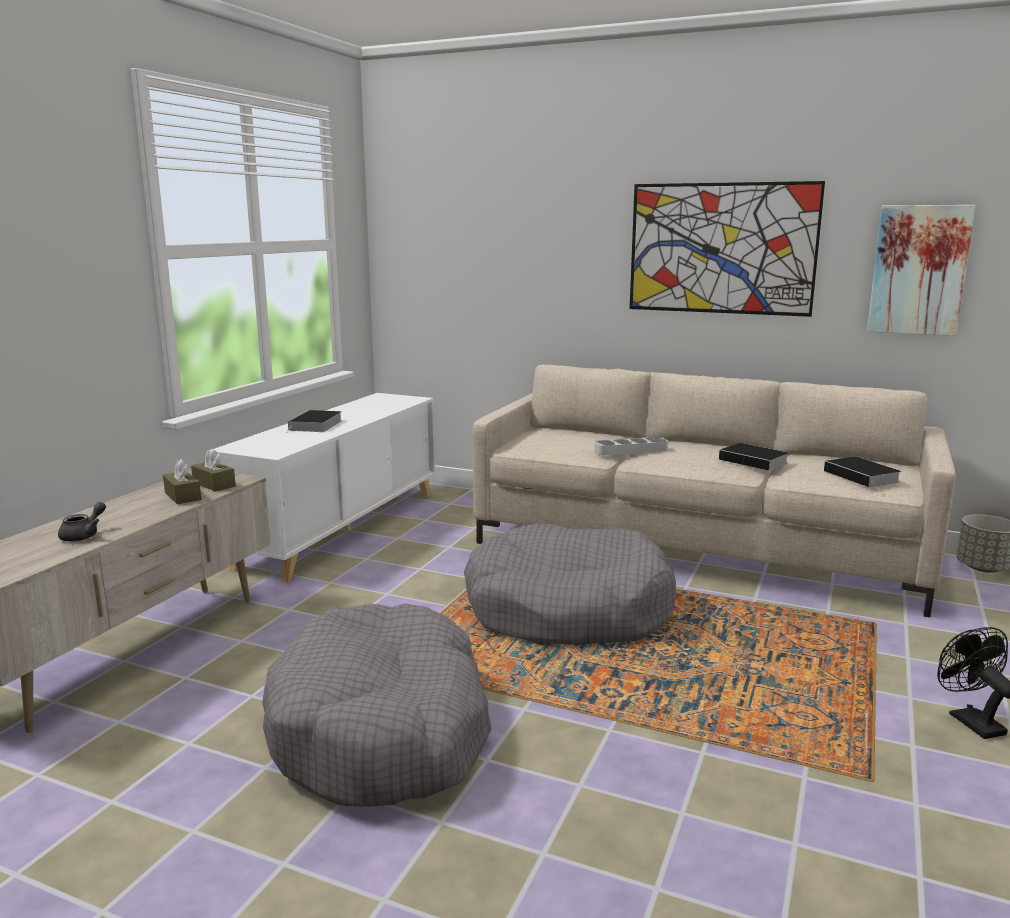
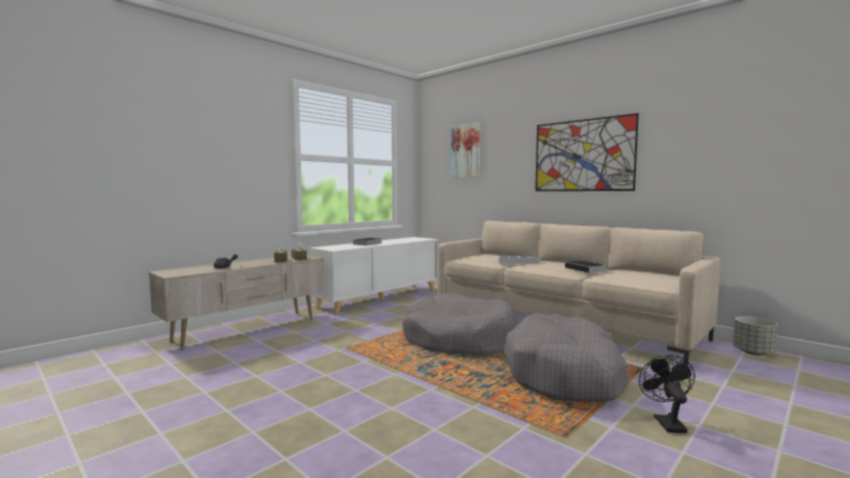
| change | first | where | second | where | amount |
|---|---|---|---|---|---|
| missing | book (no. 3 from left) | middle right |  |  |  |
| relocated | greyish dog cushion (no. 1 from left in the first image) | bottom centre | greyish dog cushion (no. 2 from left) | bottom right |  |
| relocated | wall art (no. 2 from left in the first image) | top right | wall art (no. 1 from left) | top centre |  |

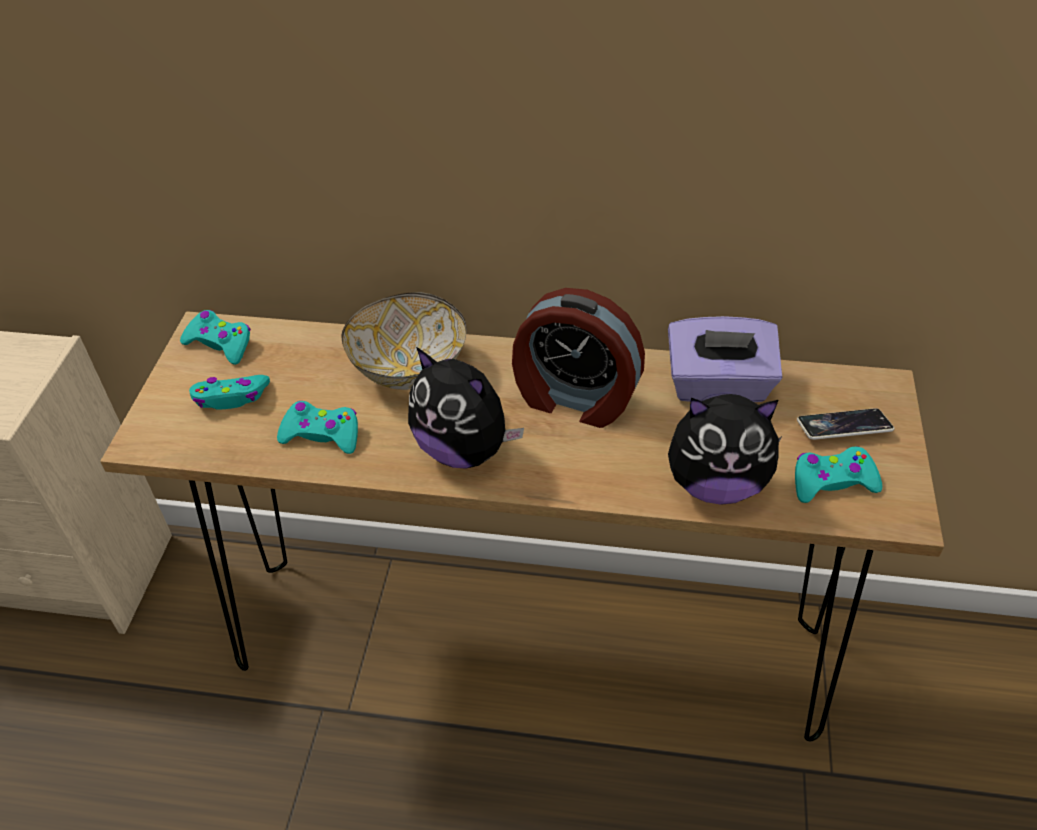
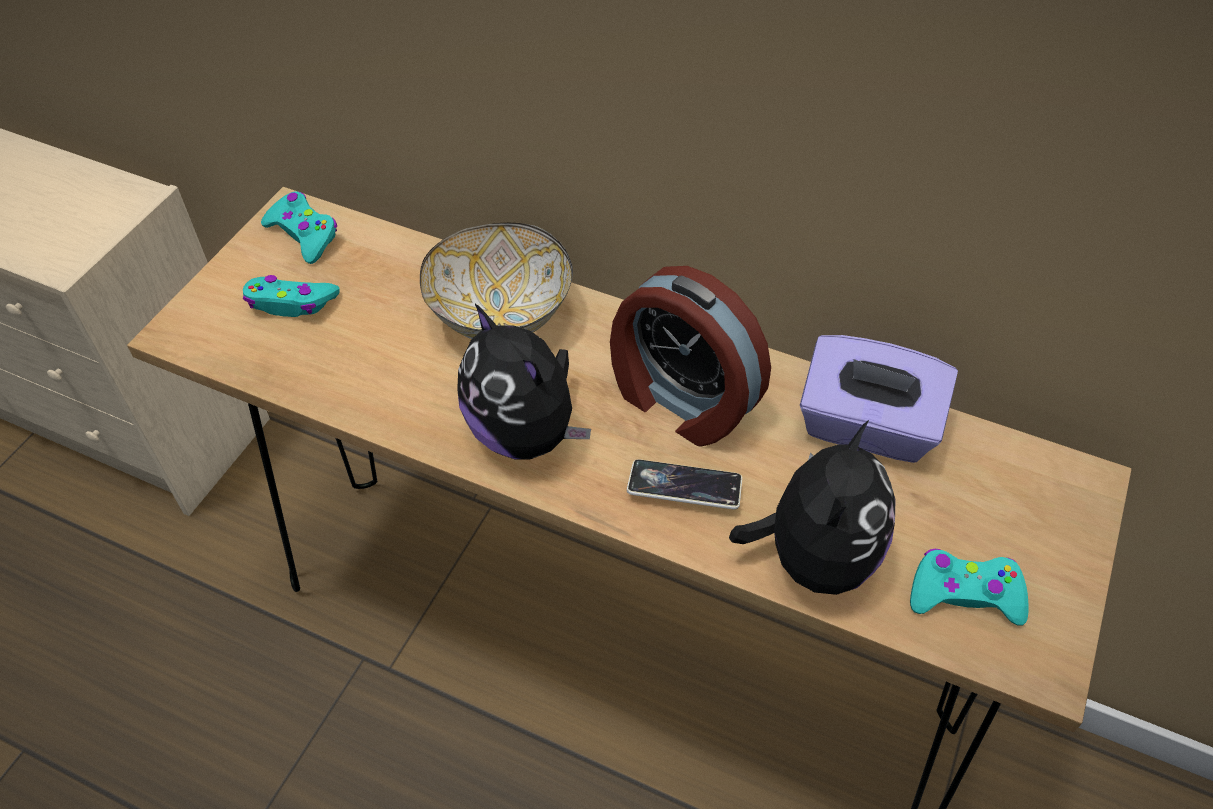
| change | first | where | second | where | amount |
|---|---|---|---|---|---|
| missing | blue-green game controller (no. 3 from left) | middle left |  |  |  |
| relocated | telephone | middle right |  | centre |  |
| spun | cuddly toy (no. 2 from left) | middle right |  | middle right | 90 degrees counterclockwise |

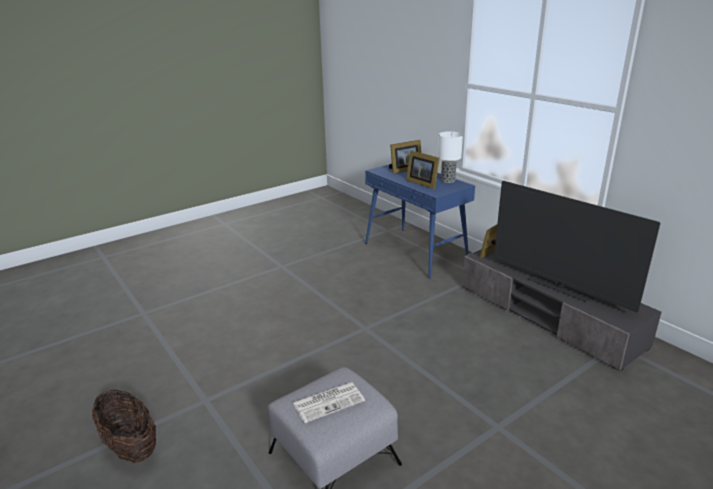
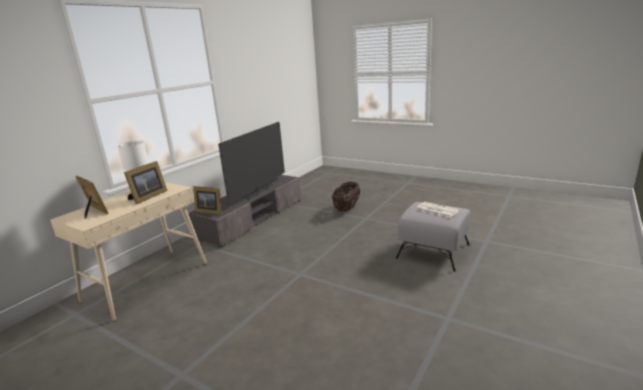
| change | first | where | second | where | amount |
|---|---|---|---|---|---|
| relocated | household basket | bottom left |  | centre |  |
| colour | bluish narrow table | centre | beige-coloured narrow table | middle left |  |

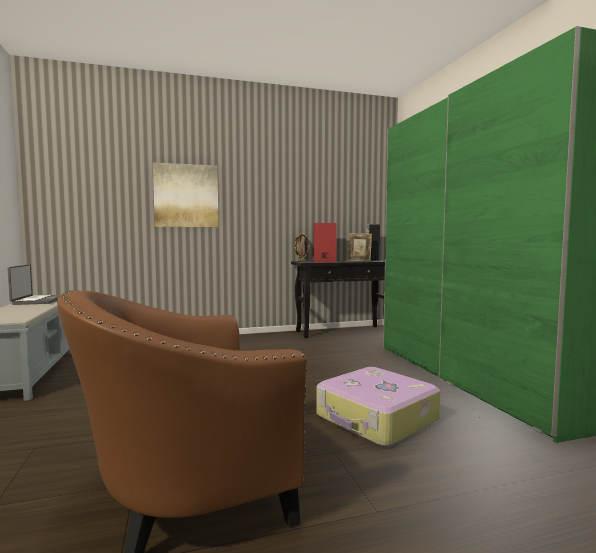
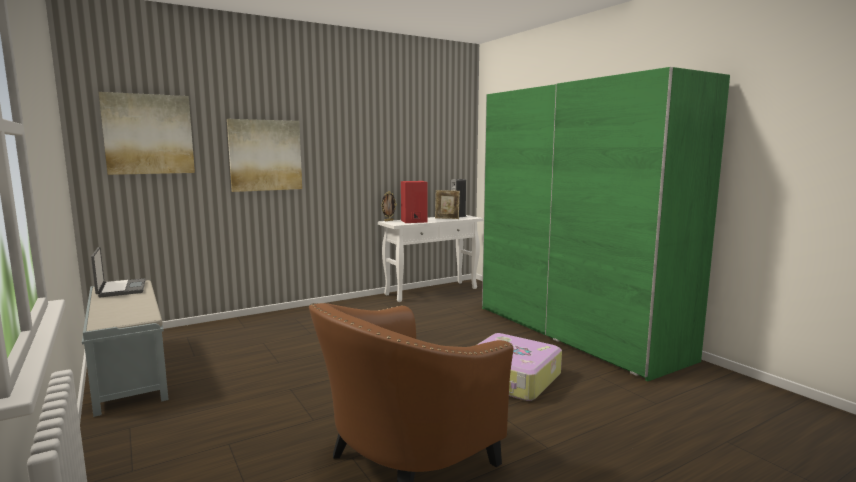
| change | first | where | second | where | amount |
|---|---|---|---|---|---|
| appeared |  |  | wall art (no. 1 from left) | top left |  |
| colour | blackish narrow table | centre | white narrow table | centre |  |

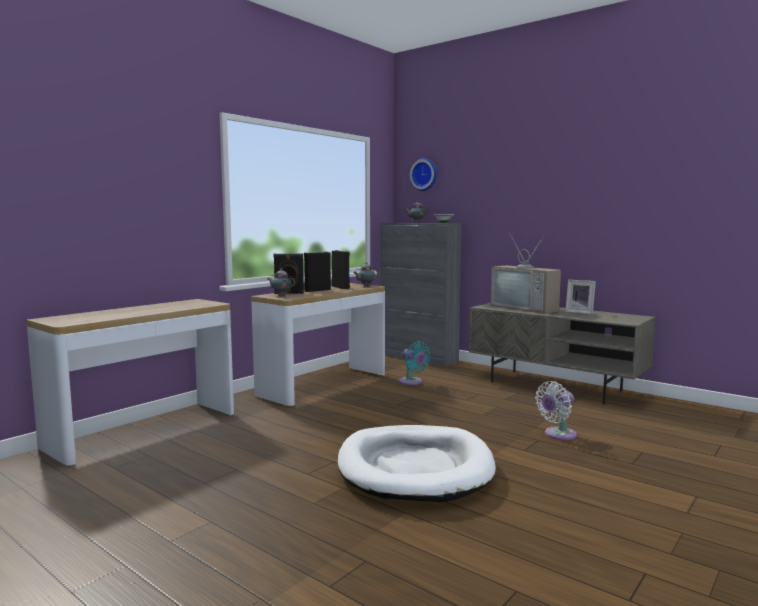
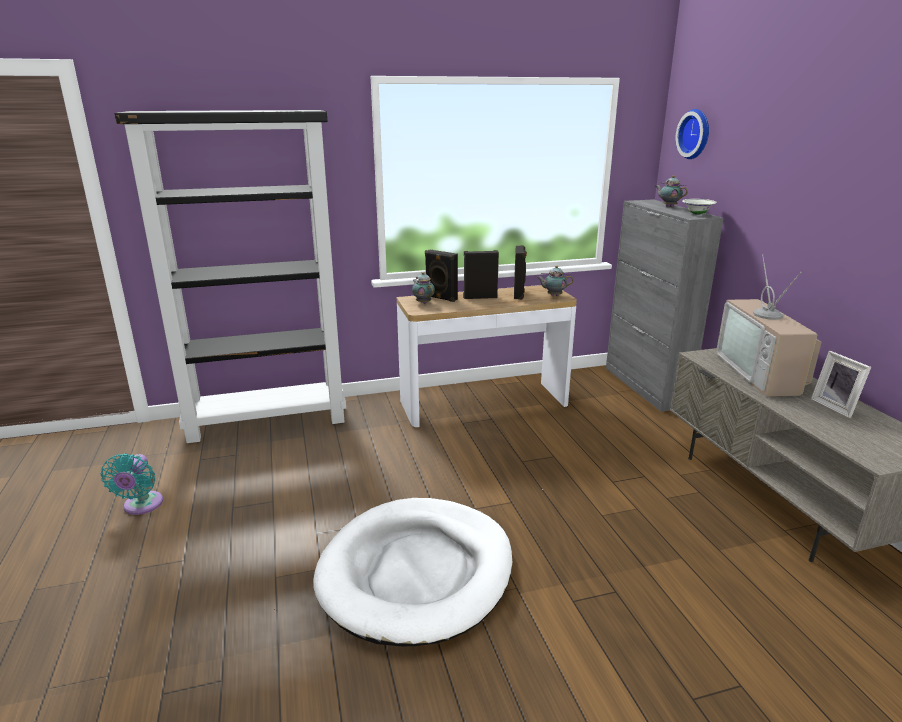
| change | first | where | second | where | amount |
|---|---|---|---|---|---|
| missing | white fan | bottom right |  |  |  |
| relocated | blue-green fan | centre |  | bottom left |  |
| exchanged | narrow table (no. 1 from left) | middle left | blackish bookcase | middle left |  |

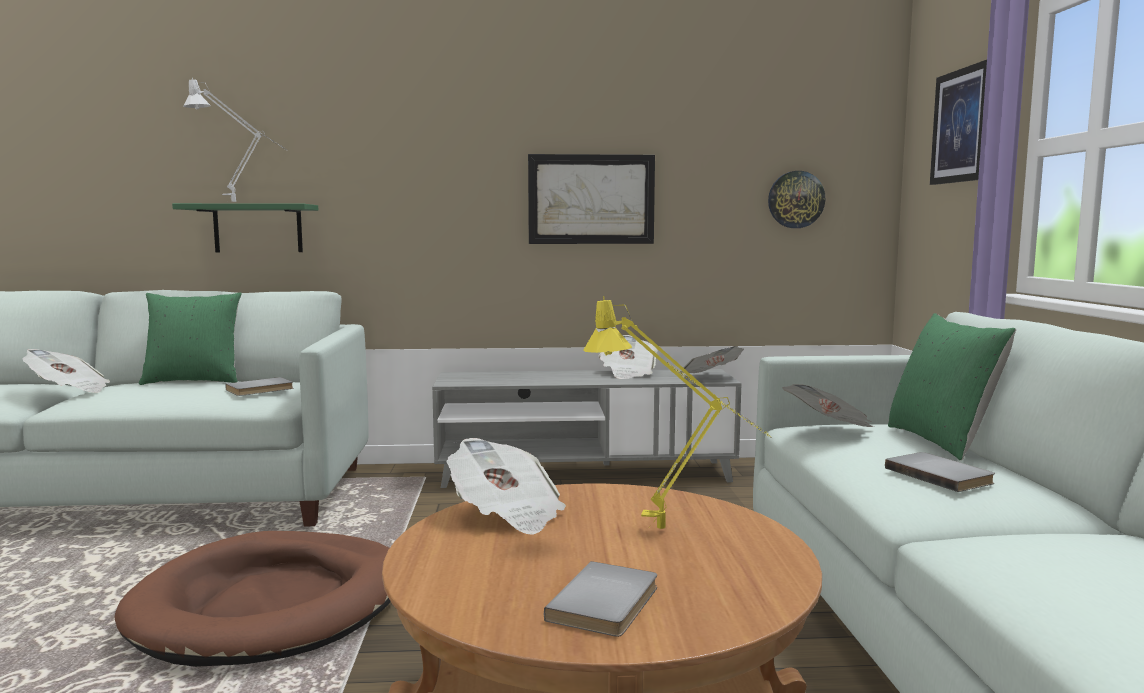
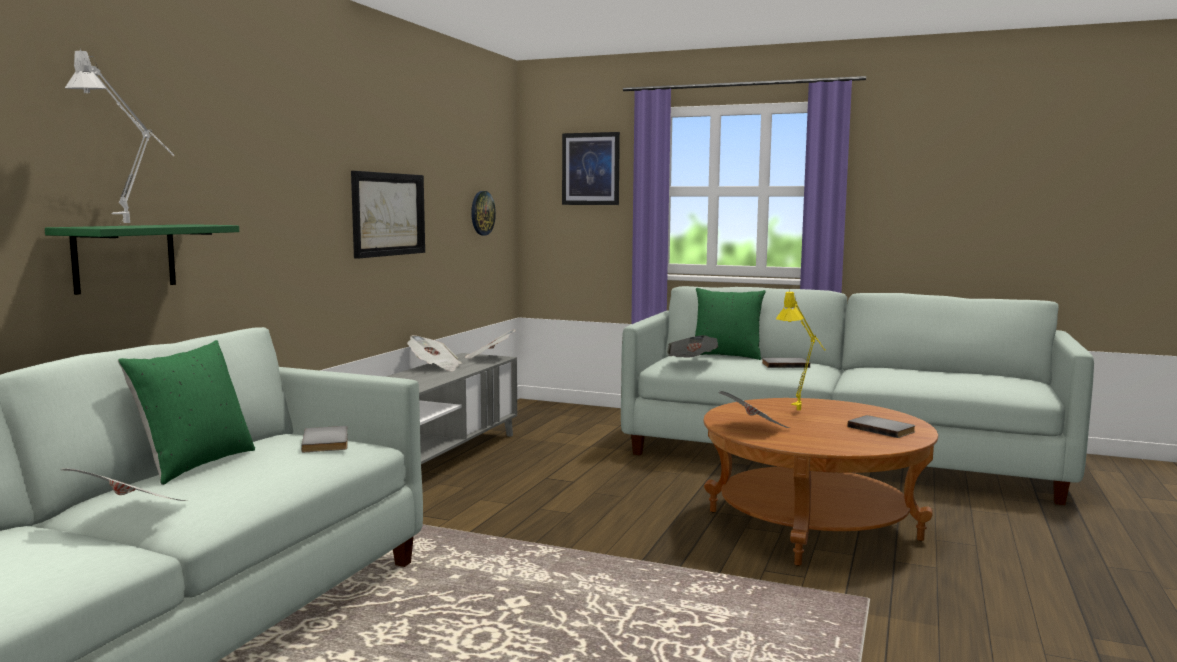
| change | first | where | second | where | amount |
|---|---|---|---|---|---|
| missing | brown-coloured dog cushion | bottom left |  |  |  |

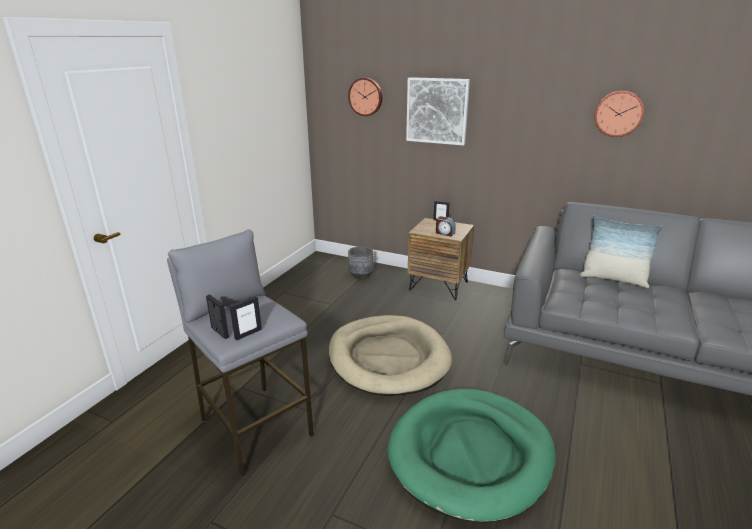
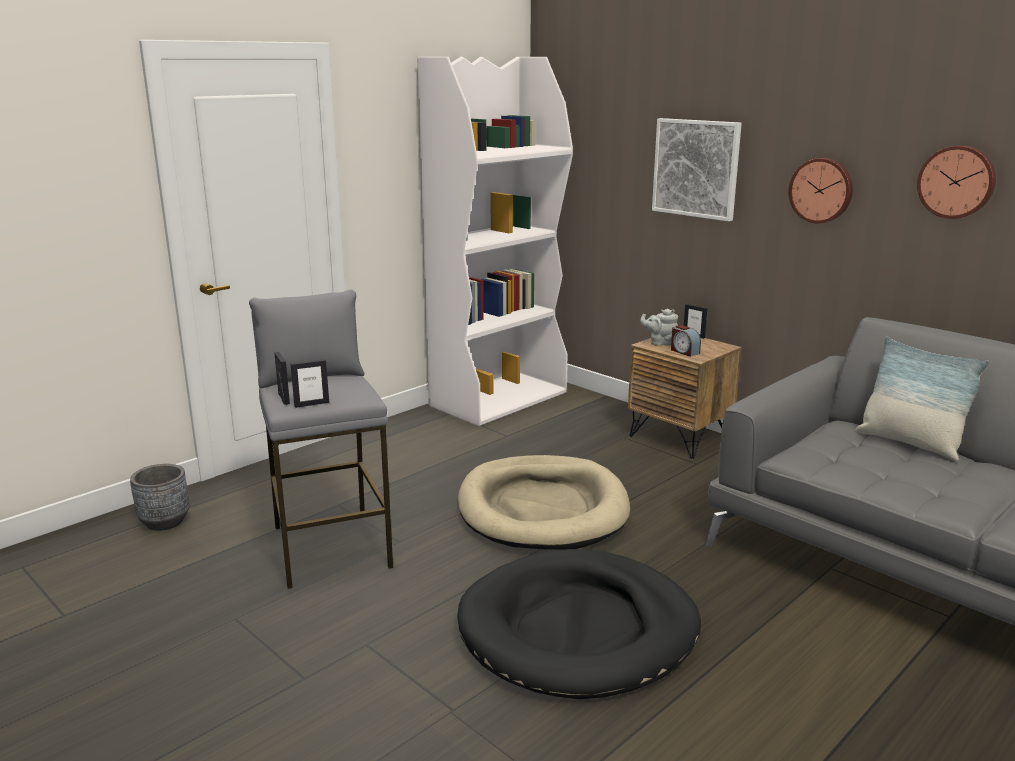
| change | first | where | second | where | amount |
|---|---|---|---|---|---|
| appeared |  |  | white bookcase | top centre |  |
| appeared |  |  | greyish pot for tea | centre |  |
| relocated | wall clock (no. 1 from left) | top centre |  | top right |  |
| relocated | greyish flower pot | centre |  | middle left |  |
| colour | greenish dog cushion | bottom centre | blackish dog cushion | bottom centre |  |

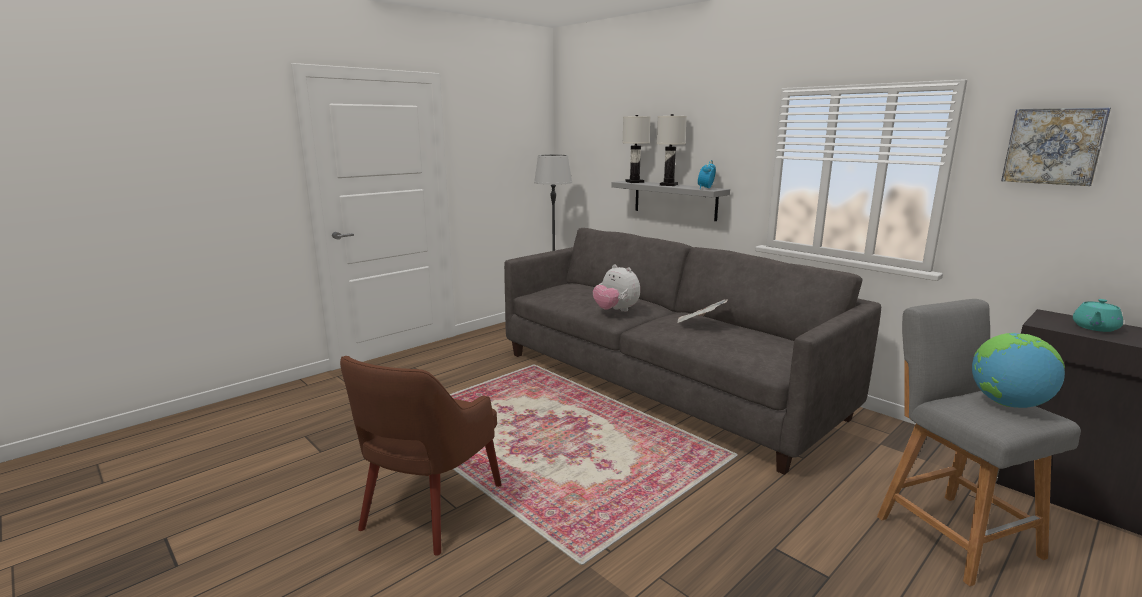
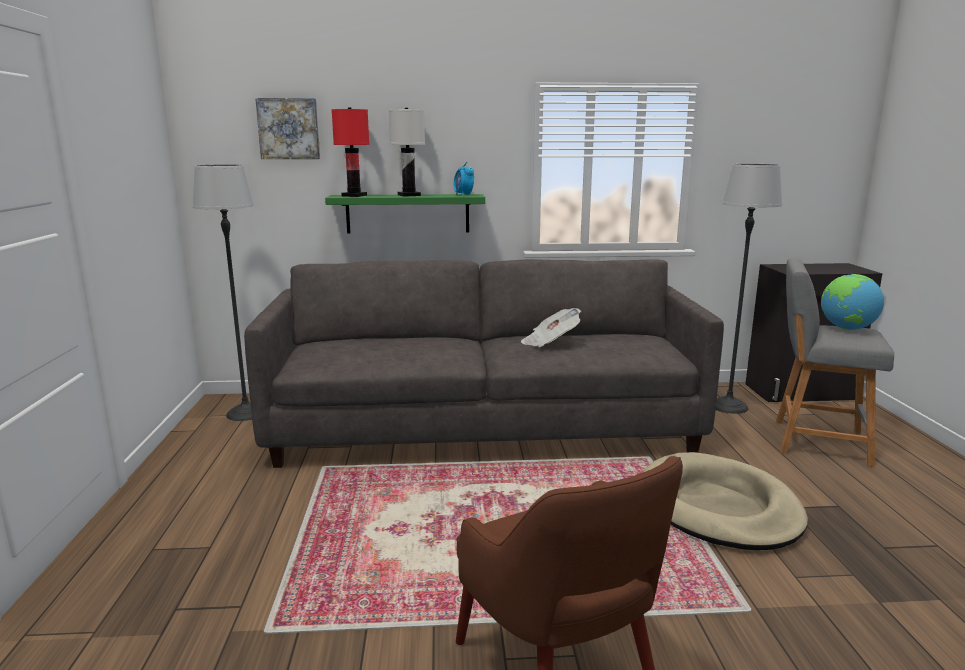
| change | first | where | second | where | amount |
|---|---|---|---|---|---|
| missing | cuddly toy | centre |  |  |  |
| missing | blue-green pot for tea | middle right |  |  |  |
| appeared |  |  | beige-coloured dog cushion | bottom right |  |
| appeared |  |  | standard lamp (no. 2 from left) | middle right |  |
| relocated | wall art | top right |  | top left |  |
| colour | greyish bracket shelf | centre | greenish bracket shelf | top centre |  |
| colour | white table lamp (no. 1 from left) | top centre | red table lamp | top centre |  |

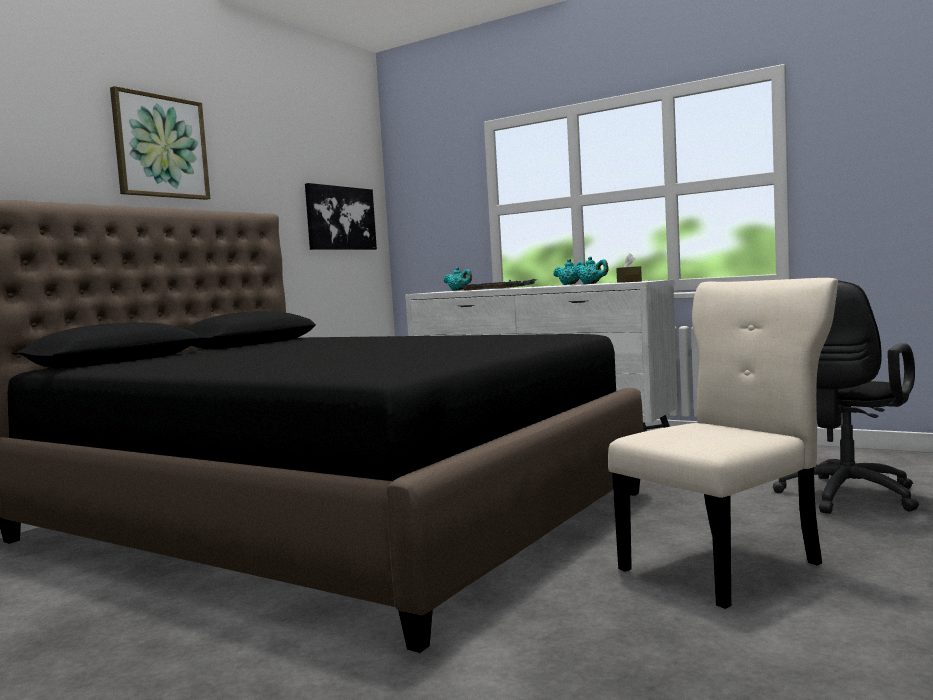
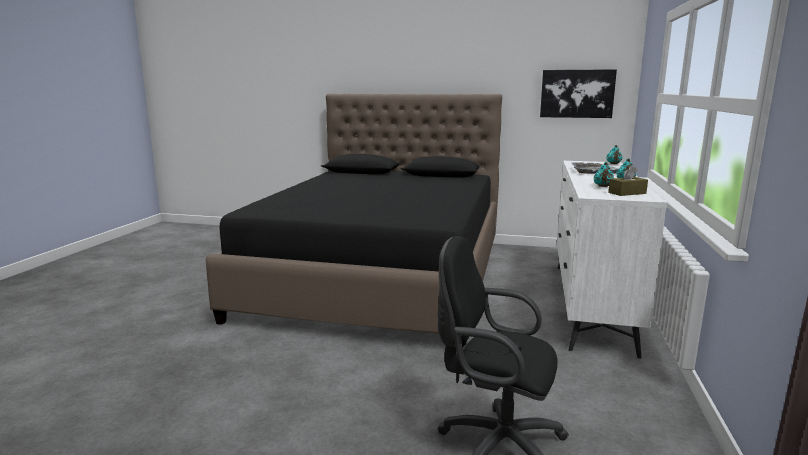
| change | first | where | second | where | amount |
|---|---|---|---|---|---|
| missing | wall art (no. 1 from left) | top left |  |  |  |
| missing | beige-coloured plain chair | middle right |  |  |  |

